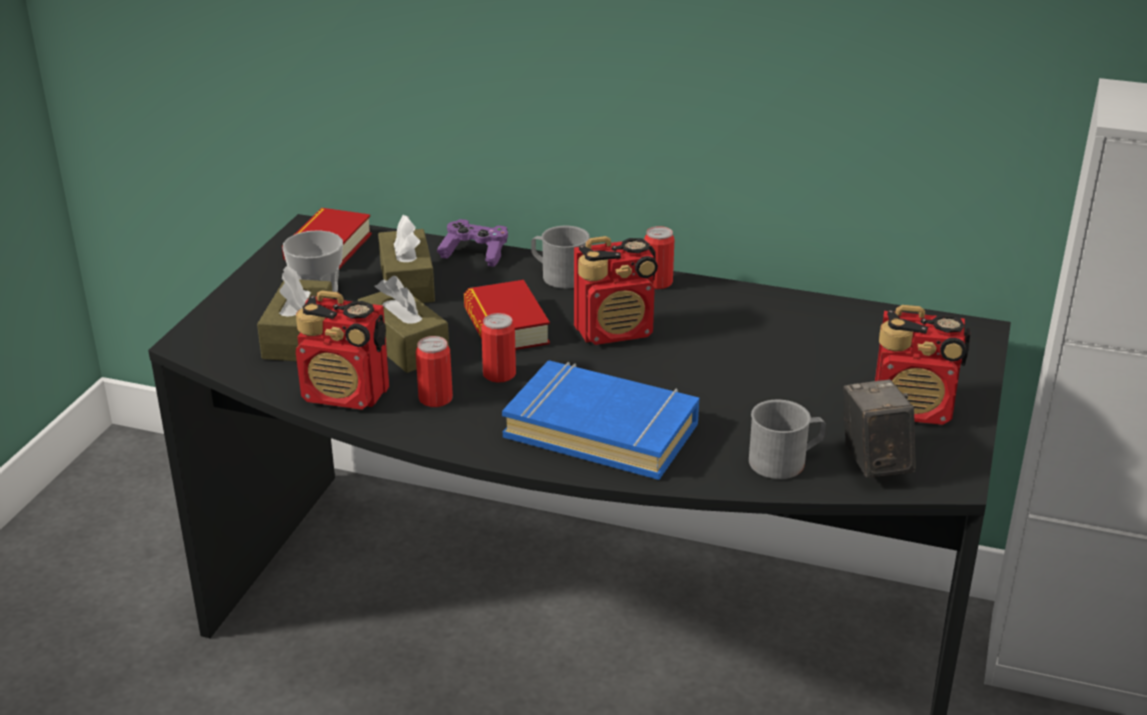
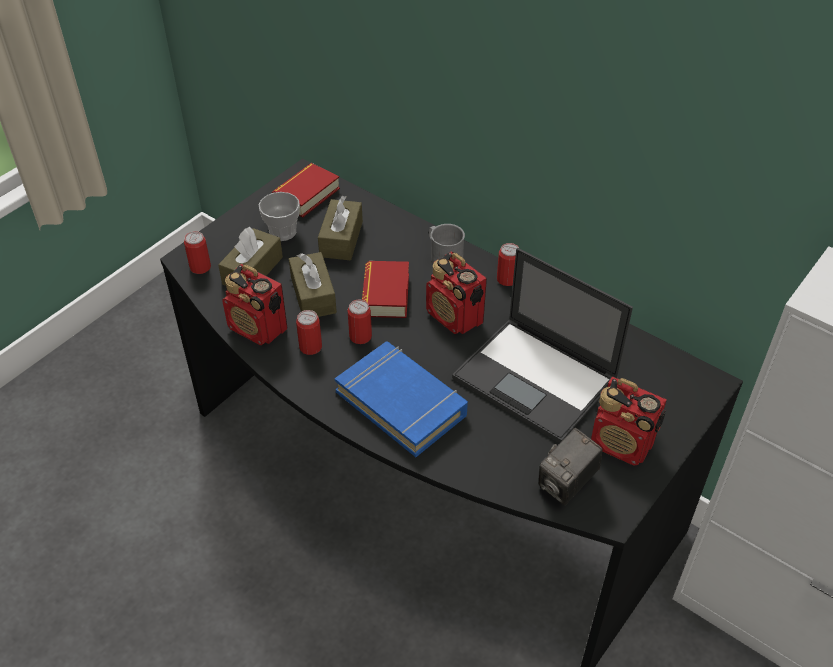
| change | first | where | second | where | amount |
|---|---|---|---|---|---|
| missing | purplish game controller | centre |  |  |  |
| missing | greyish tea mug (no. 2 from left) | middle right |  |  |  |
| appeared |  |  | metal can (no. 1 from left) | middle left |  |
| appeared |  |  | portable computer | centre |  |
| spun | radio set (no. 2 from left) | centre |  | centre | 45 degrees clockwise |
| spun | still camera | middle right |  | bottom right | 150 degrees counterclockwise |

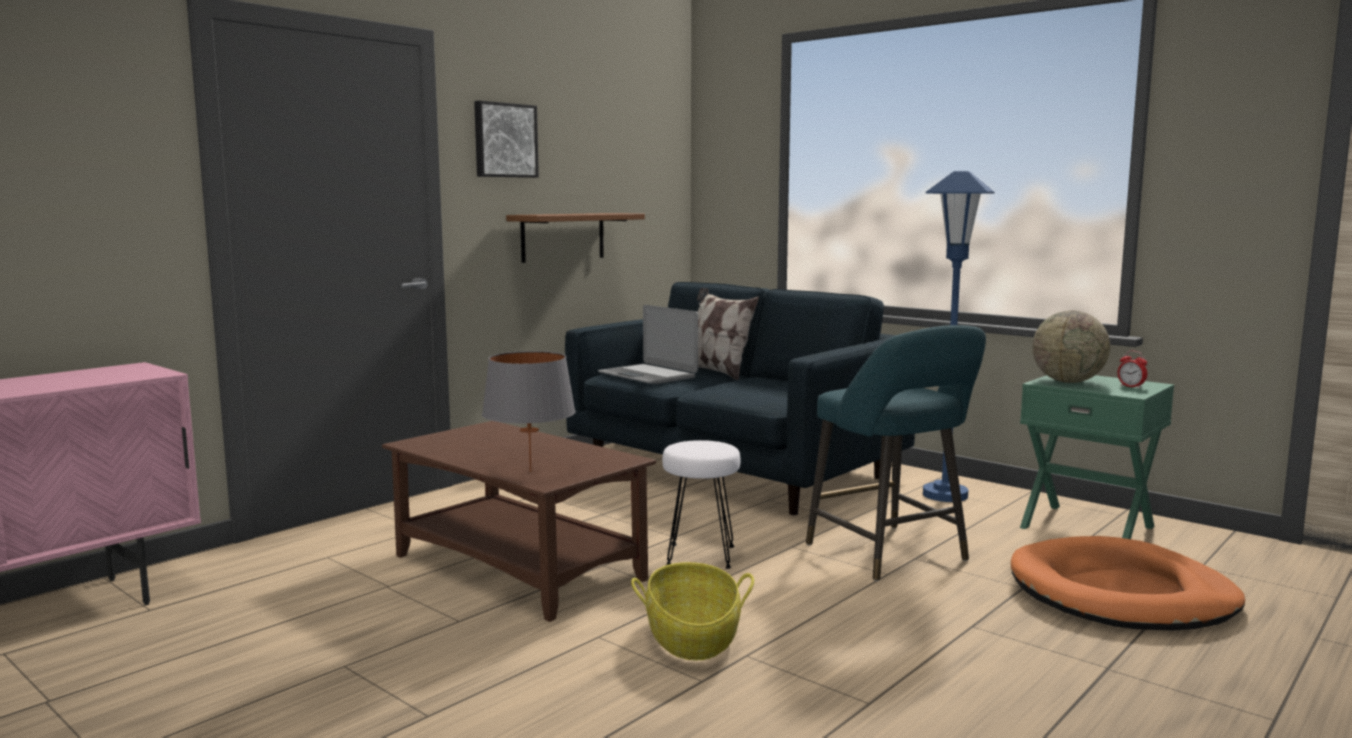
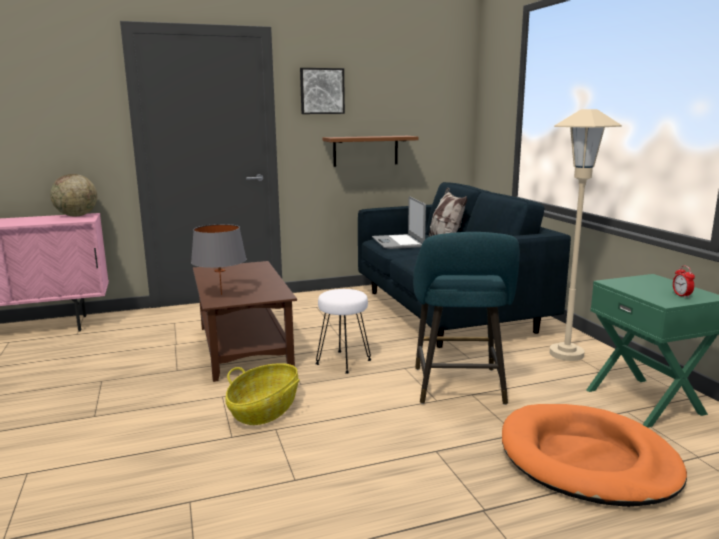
| change | first | where | second | where | amount |
|---|---|---|---|---|---|
| relocated | desk globe | middle right |  | middle left |  |
| colour | bluish standard lamp | middle right | beige-coloured standard lamp | middle right |  |

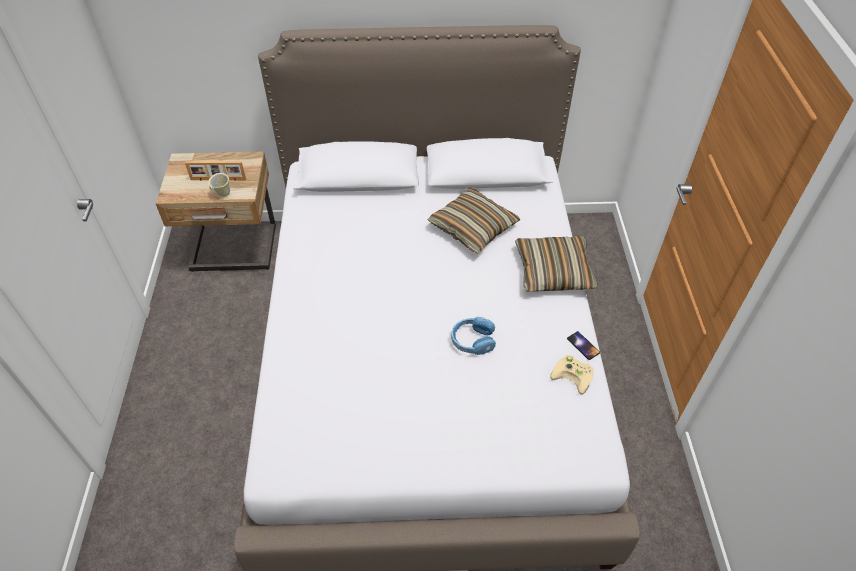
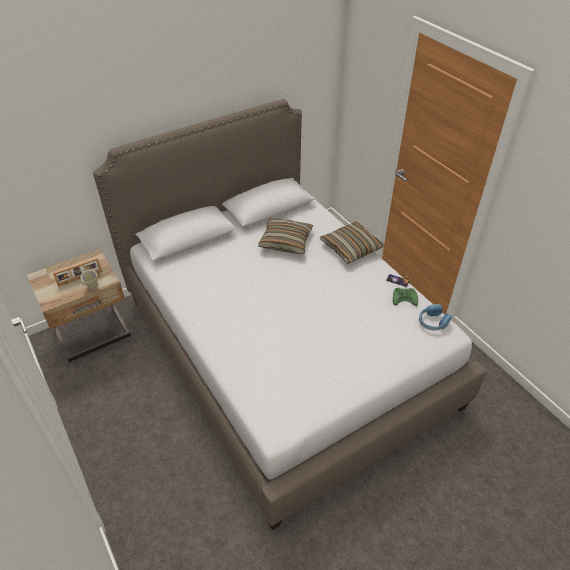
| change | first | where | second | where | amount |
|---|---|---|---|---|---|
| relocated | bluish headphones | centre |  | middle right |  |
| colour | beige-coloured game controller | middle right | greenish game controller | middle right |  |

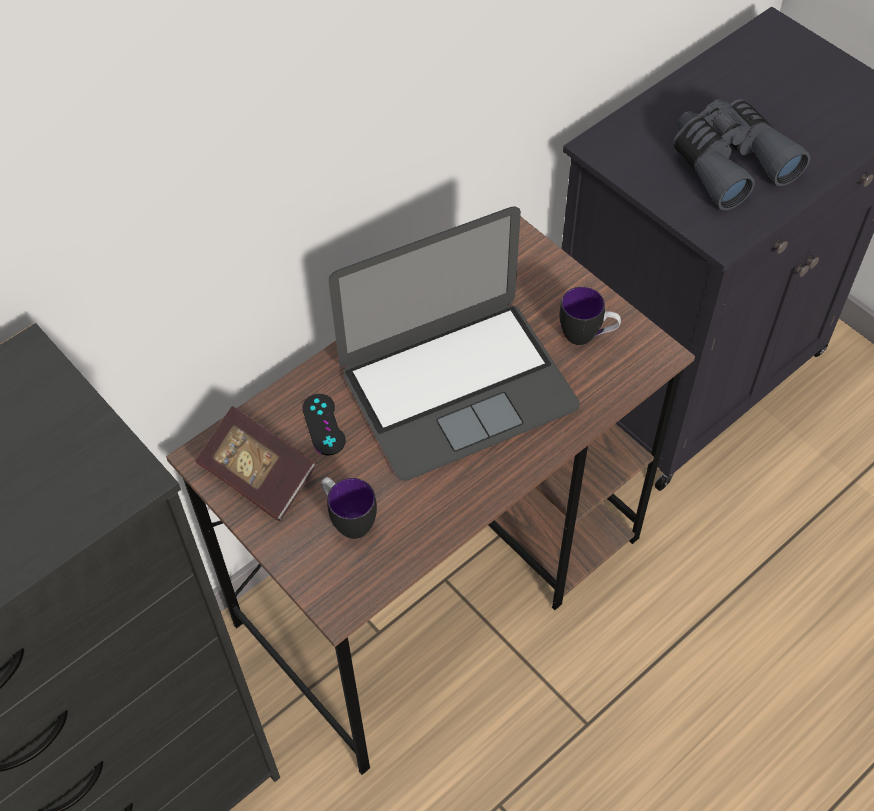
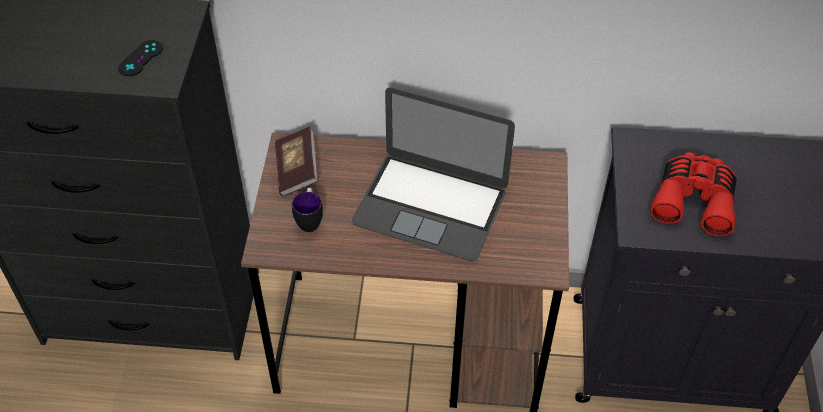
| change | first | where | second | where | amount |
|---|---|---|---|---|---|
| missing | tea mug (no. 2 from left) | middle right |  |  |  |
| relocated | blackish game controller | centre |  | top left |  |
| colour | greyish binoculars | top right | red binoculars | middle right |  |

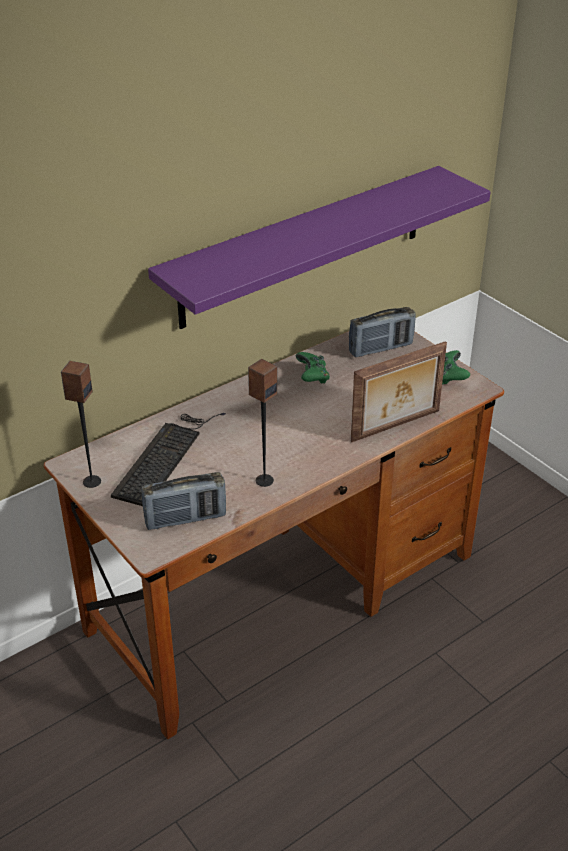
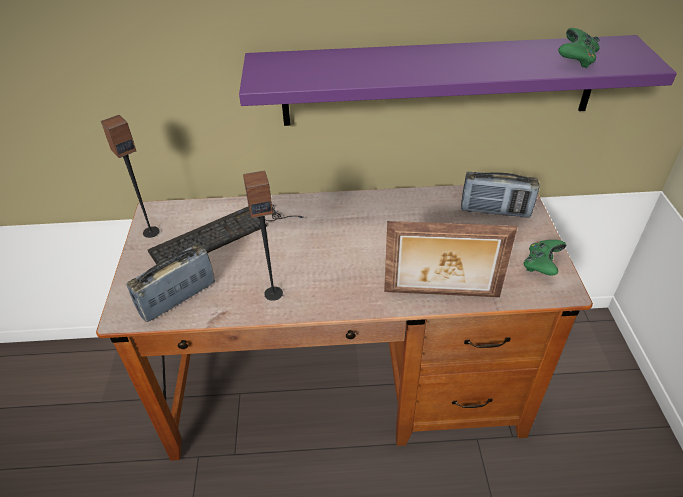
| change | first | where | second | where | amount |
|---|---|---|---|---|---|
| relocated | greenish game controller (no. 1 from left in the first image) | centre | greenish game controller (no. 2 from left) | top right |  |
| spun | radio set (no. 1 from left) | middle left |  | middle left | 120 degrees clockwise |

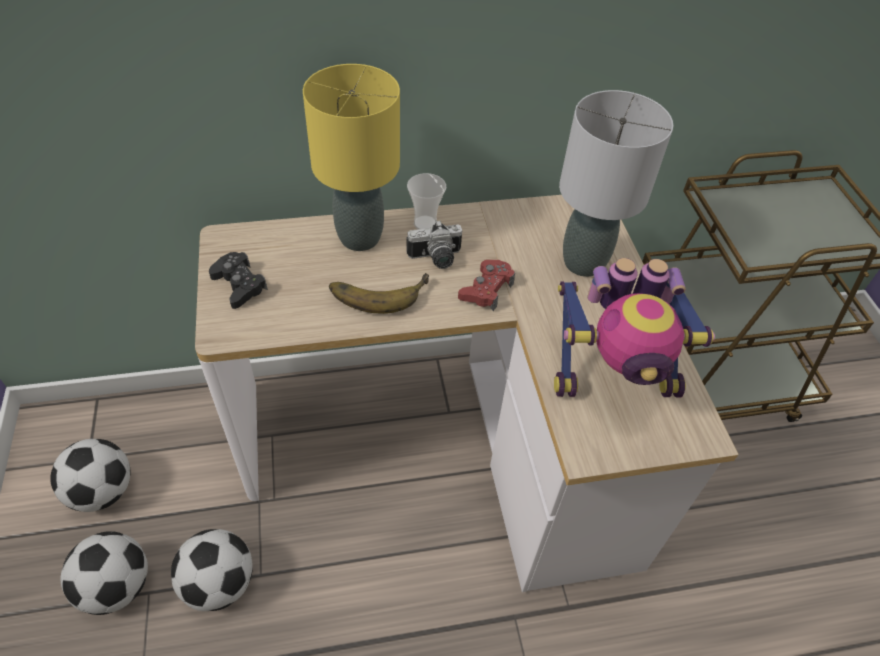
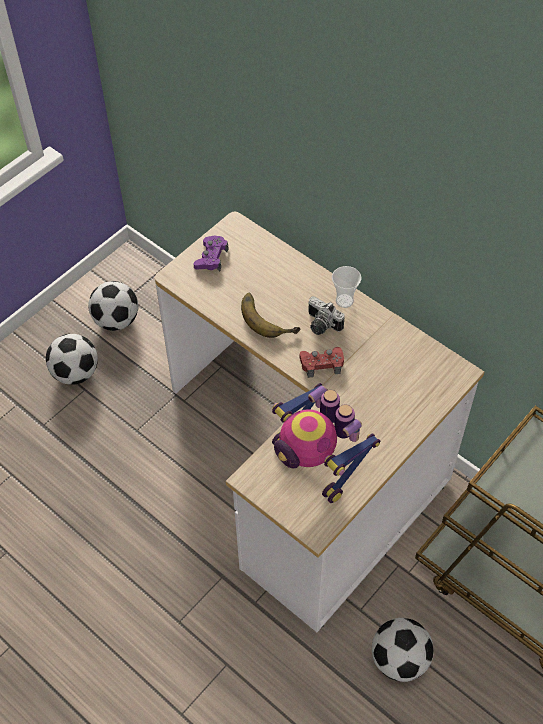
| change | first | where | second | where | amount |
|---|---|---|---|---|---|
| missing | yellow-coloured table lamp | top centre |  |  |  |
| missing | greyish table lamp | top right |  |  |  |
| relocated | football (no. 3 from left) | bottom left |  | bottom right |  |
| colour | blackish game controller | middle left | purplish game controller | centre |  |

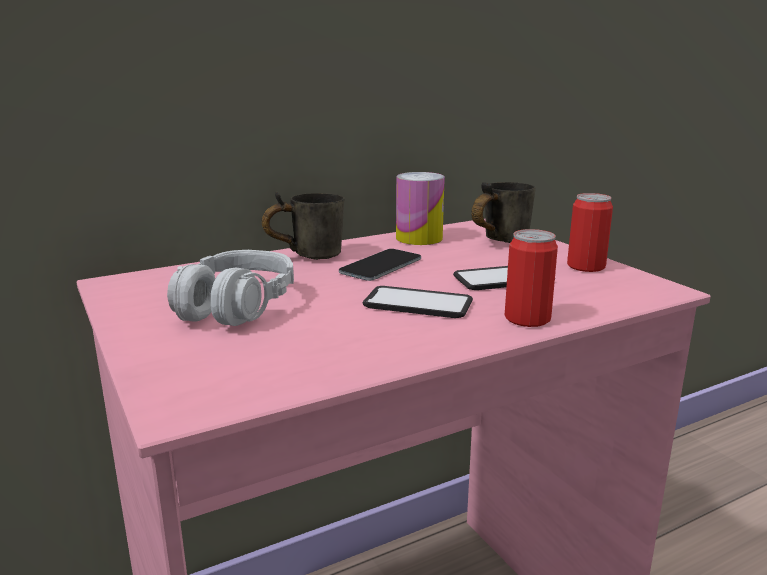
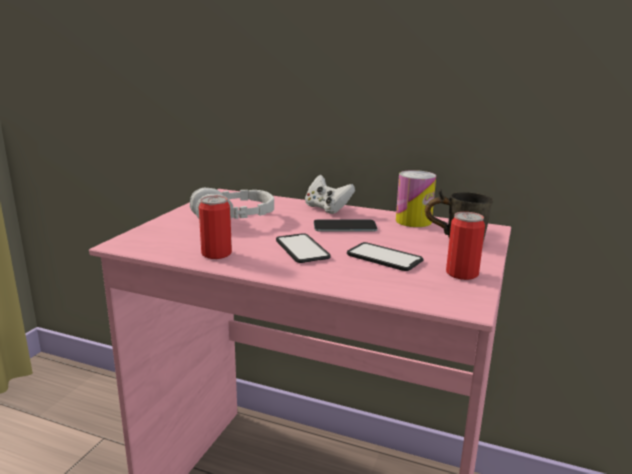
| change | first | where | second | where | amount |
|---|---|---|---|---|---|
| relocated | metal can (no. 2 from left in the first image) | middle right | metal can (no. 1 from left) | centre |  |
| exchanged | greyish tea mug (no. 1 from left) | centre | white game controller | centre |  |

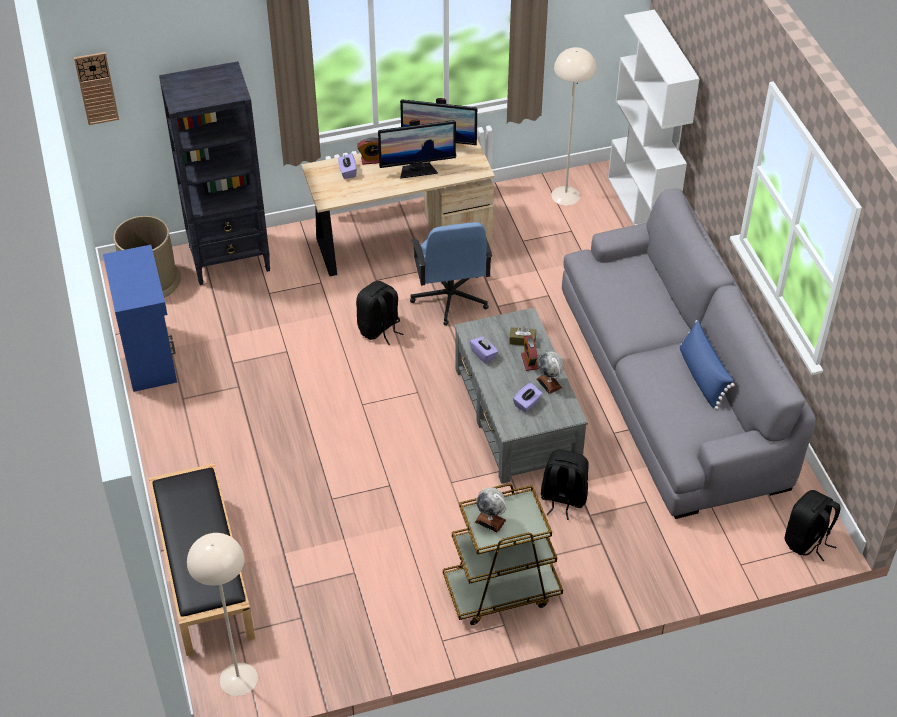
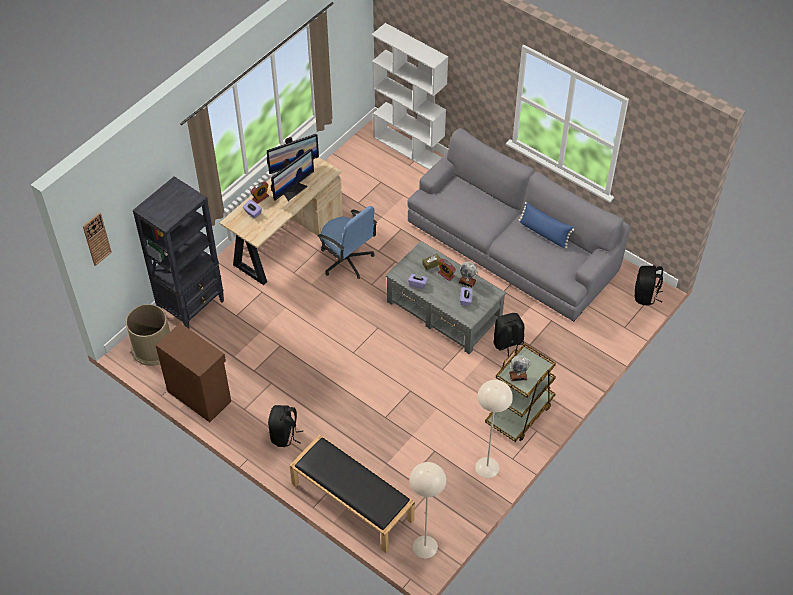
| change | first | where | second | where | amount |
|---|---|---|---|---|---|
| relocated | blackish knapsack (no. 1 from left) | centre |  | bottom centre |  |
| relocated | beige-coloured standard lamp (no. 2 from left) | top centre |  | bottom centre |  |
| colour | bluish storage cabinet | middle left | brown-coloured storage cabinet | middle left |  |

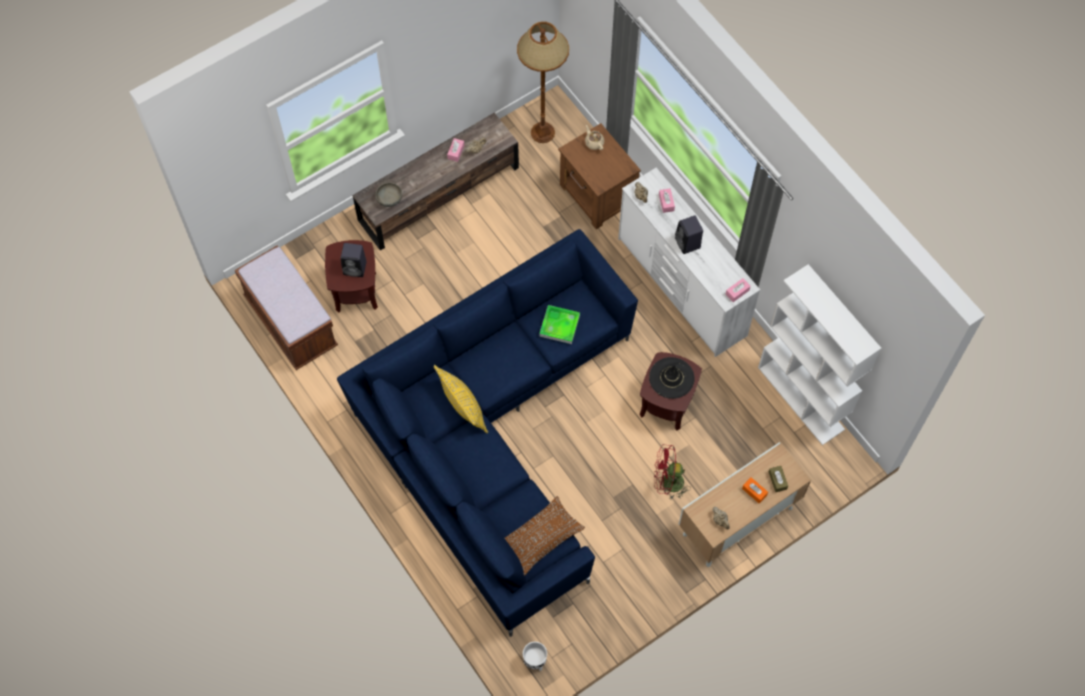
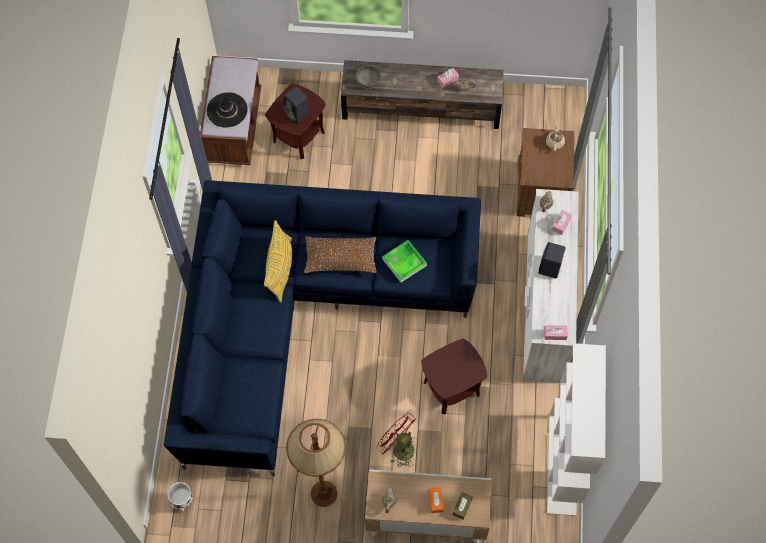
| change | first | where | second | where | amount |
|---|---|---|---|---|---|
| relocated | brown-coloured throw pillow | bottom centre |  | centre |  |
| relocated | brown-coloured standard lamp | top centre |  | bottom centre |  |
| relocated | blackish wearable hat | centre |  | top left |  |

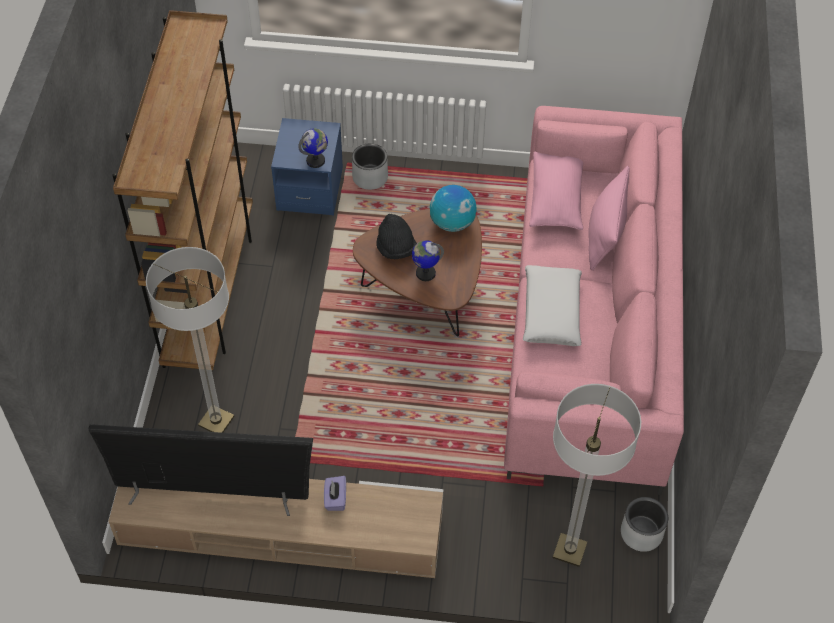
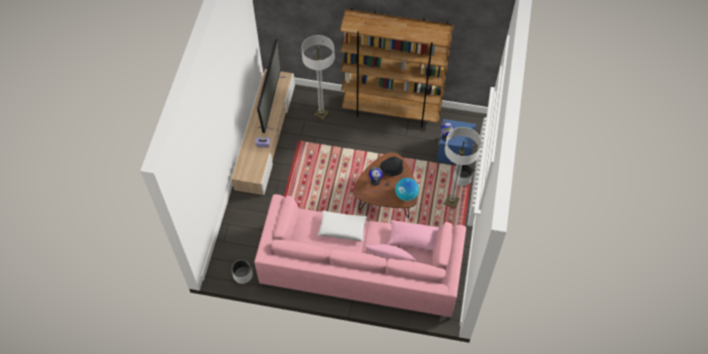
| change | first | where | second | where | amount |
|---|---|---|---|---|---|
| relocated | standard lamp (no. 2 from left) | bottom right |  | centre |  |

